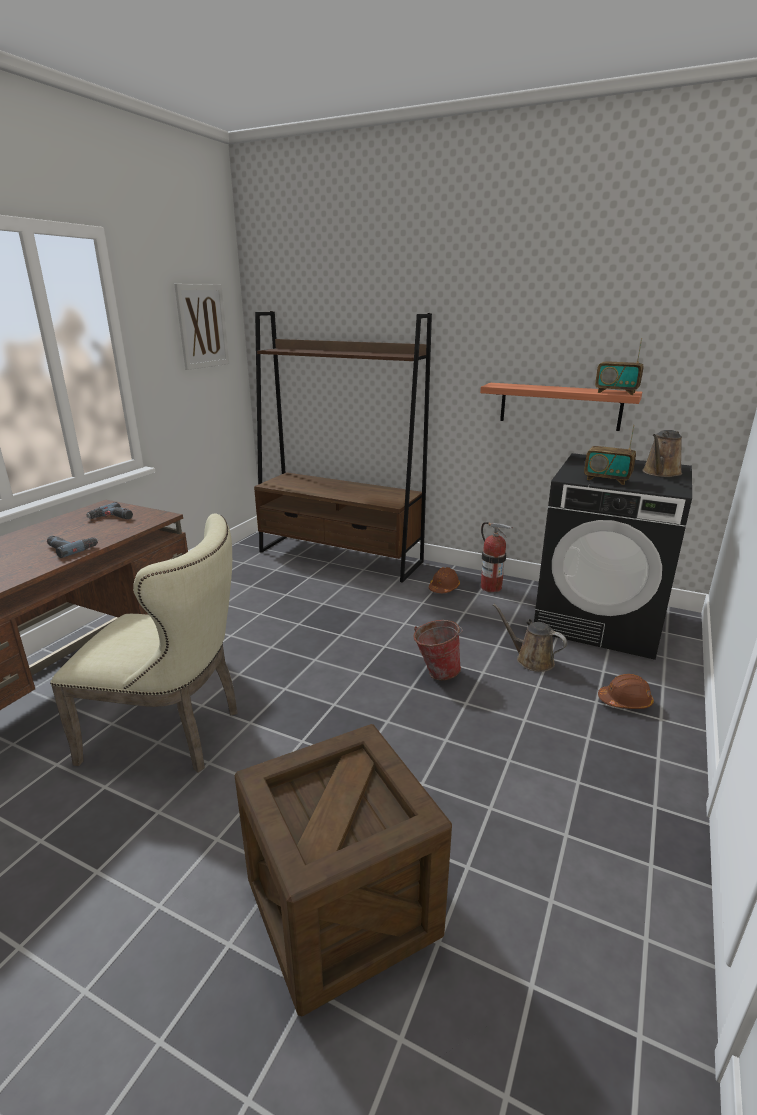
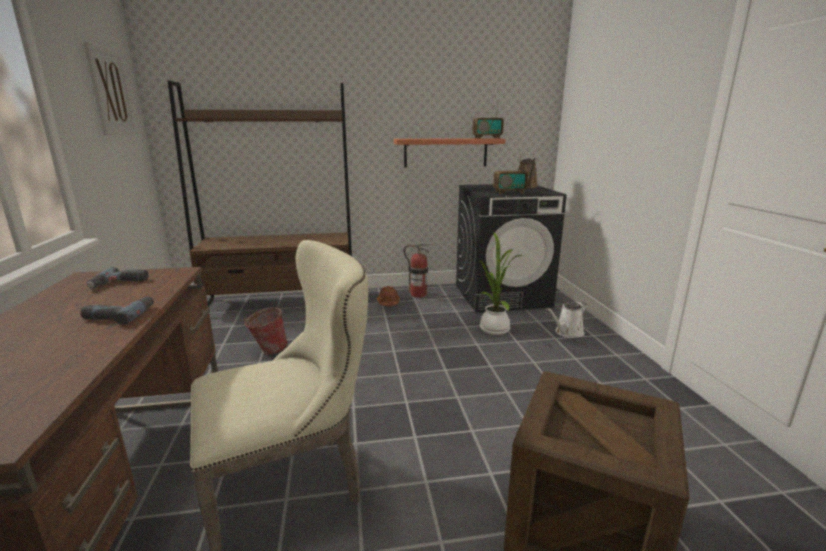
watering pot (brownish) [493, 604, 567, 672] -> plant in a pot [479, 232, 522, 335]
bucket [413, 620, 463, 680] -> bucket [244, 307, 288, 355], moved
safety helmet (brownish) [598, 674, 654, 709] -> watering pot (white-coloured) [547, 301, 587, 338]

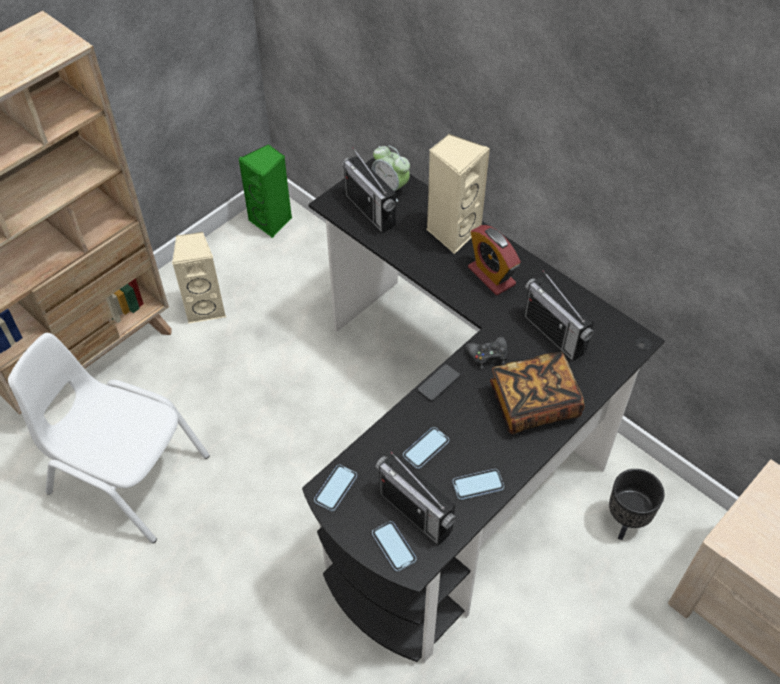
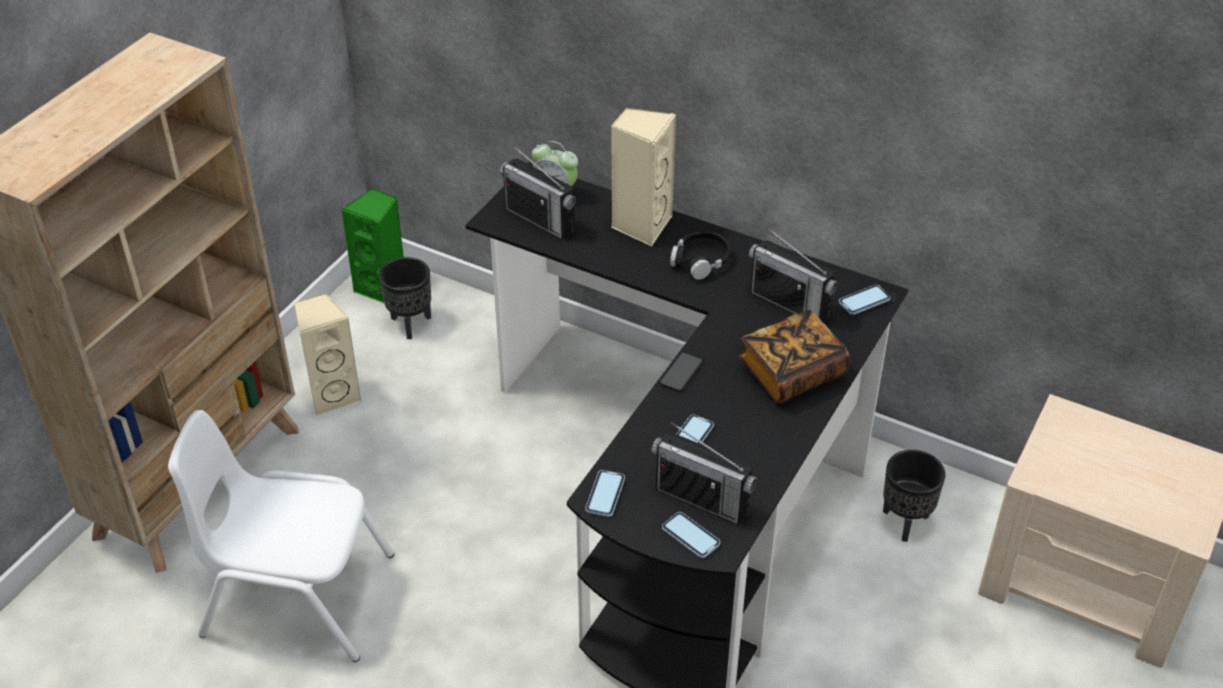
table clock [468, 225, 521, 295] -> headset (black) [670, 231, 732, 280]
joypad (black) [465, 337, 508, 369] -> none
phone [452, 469, 504, 500] -> phone [839, 285, 891, 315], moved
none -> planter (black) [379, 257, 431, 339]

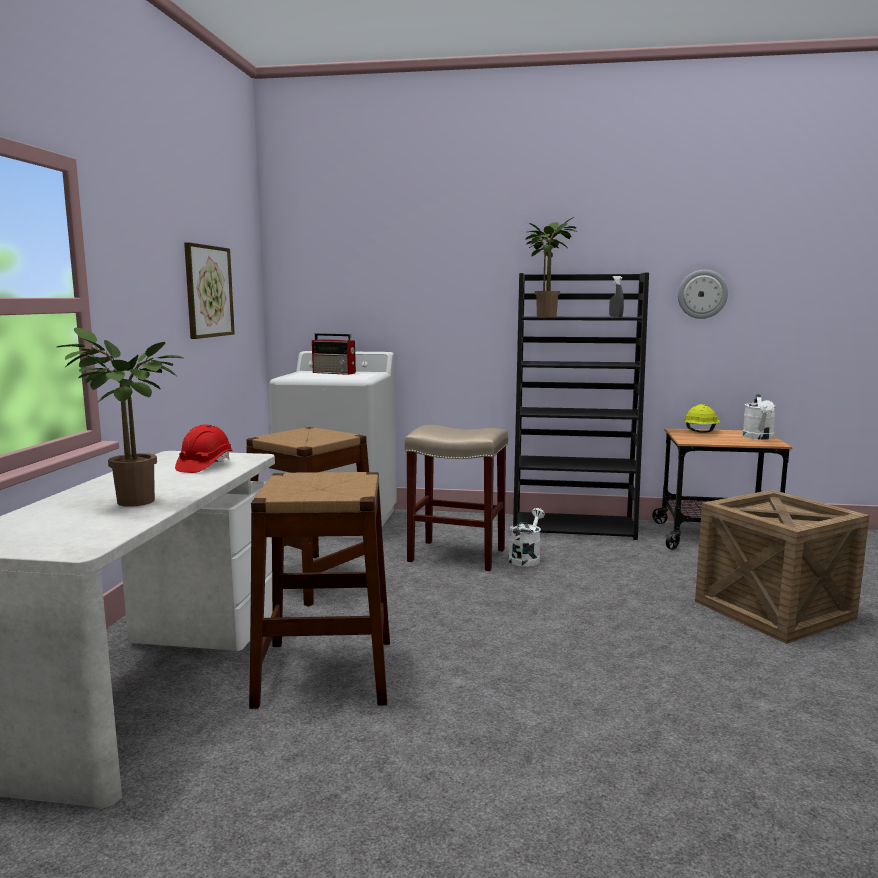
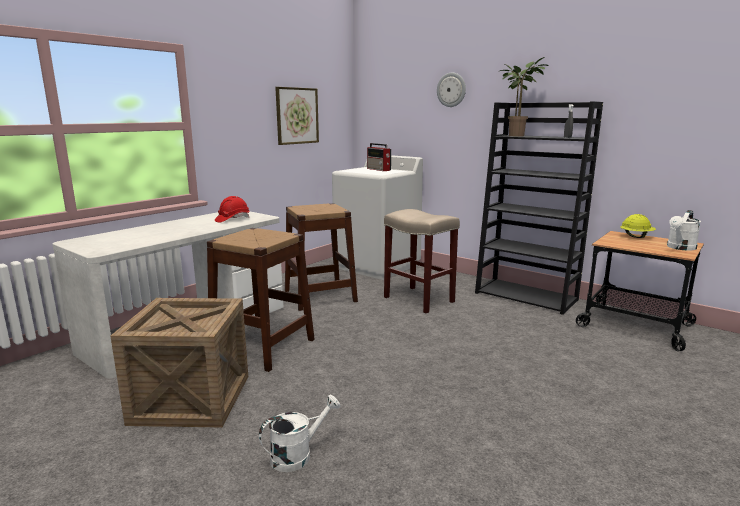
hanging clock [678, 270, 728, 319] -> hanging clock [437, 73, 466, 107], moved
plant in a pot [57, 327, 183, 507] -> none
shipping crate [695, 490, 870, 644] -> shipping crate [110, 298, 248, 427], moved
watering pot (white-coloured) [509, 508, 545, 567] -> watering pot (white-coloured) [259, 395, 340, 472], moved

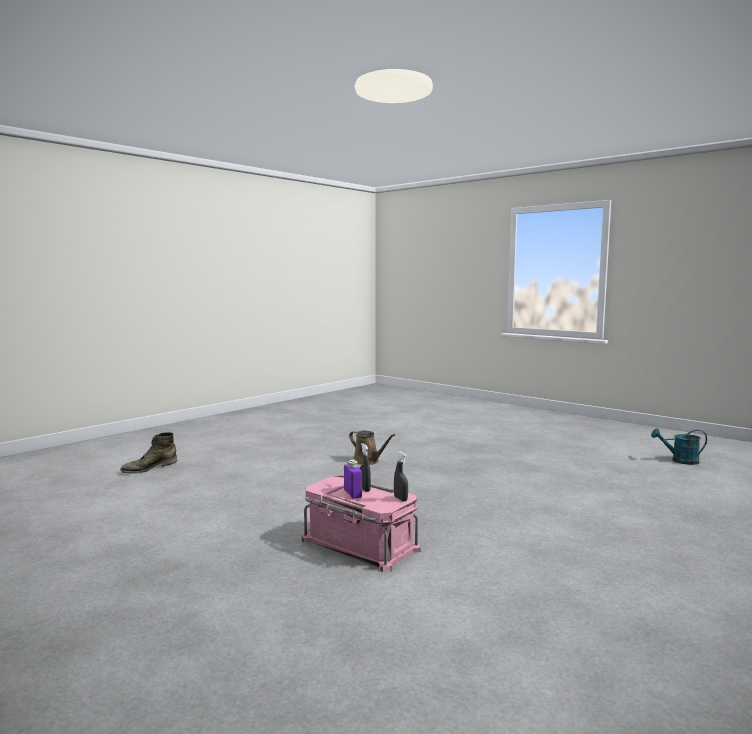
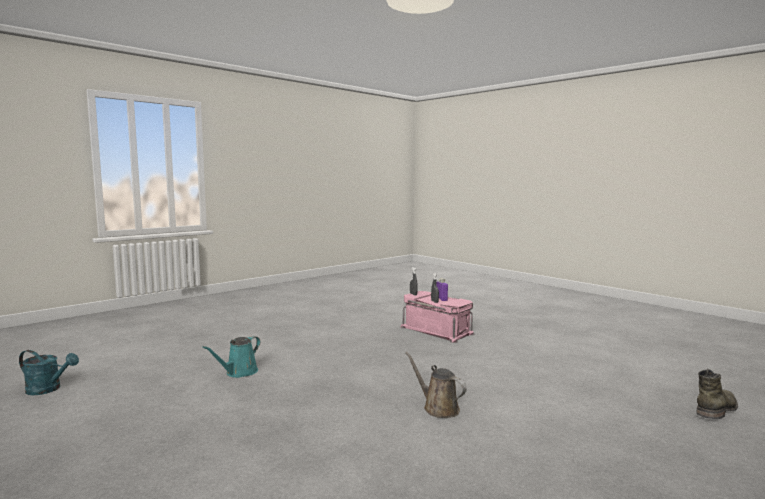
none -> watering pot (blue-green) [202, 336, 260, 378]

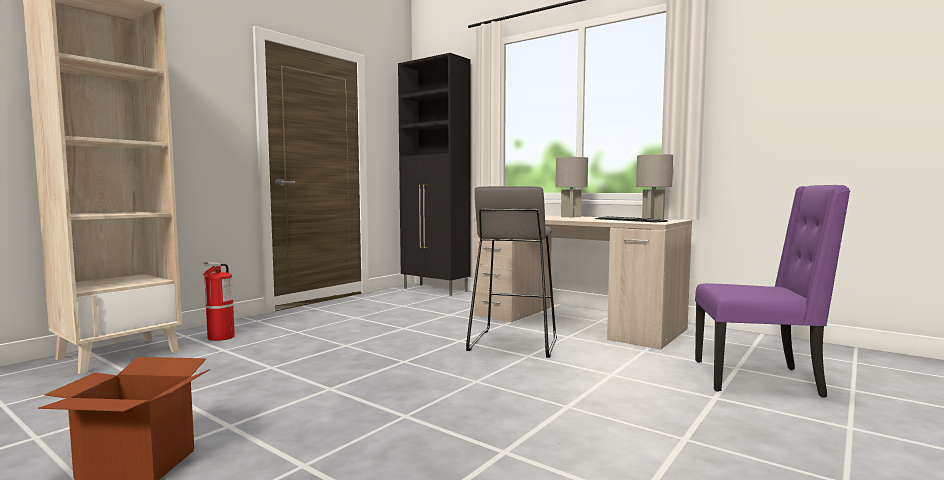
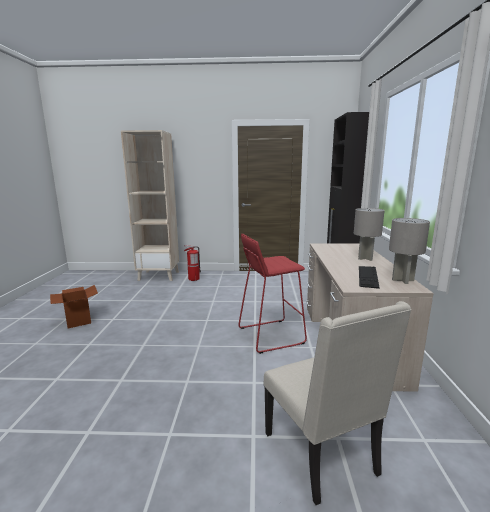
upright chair (purplish) [695, 185, 850, 398] -> upright chair (beige) [264, 301, 412, 505]
sitting stool (greyish) [466, 186, 557, 358] -> sitting stool (red) [238, 234, 307, 354]

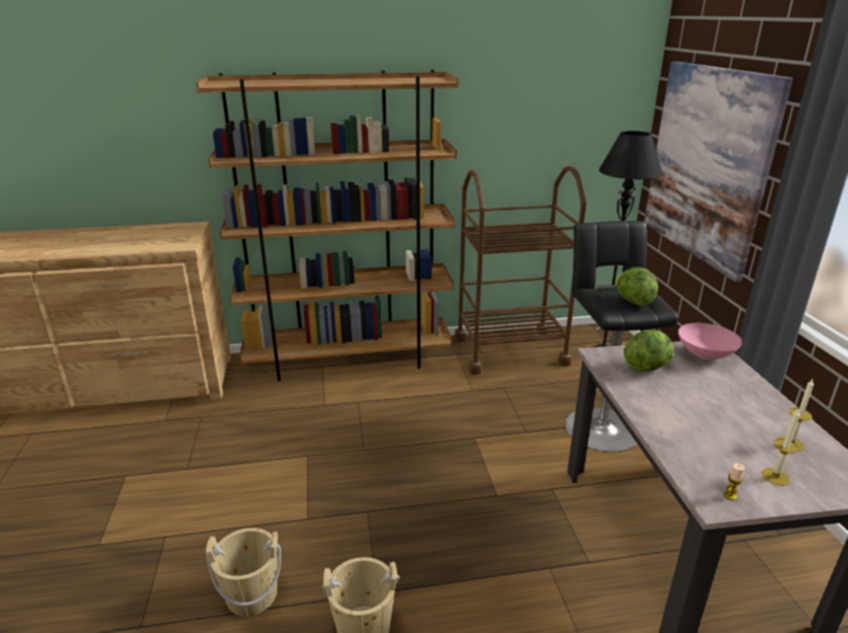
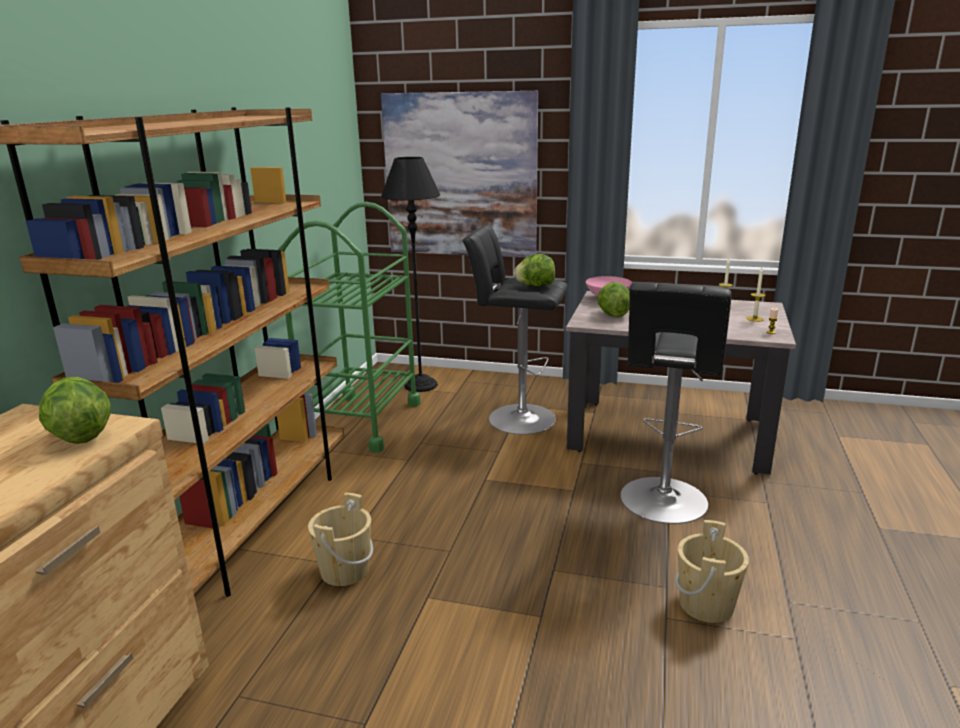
cart (brownish) [454, 166, 586, 375] -> cart (greenish) [278, 202, 420, 453]
bucket (beige) [206, 528, 281, 616] -> bucket (beige) [308, 493, 373, 586], moved
none -> sitting stool (black) [621, 282, 732, 524]
none -> lettuce head [39, 377, 111, 444]

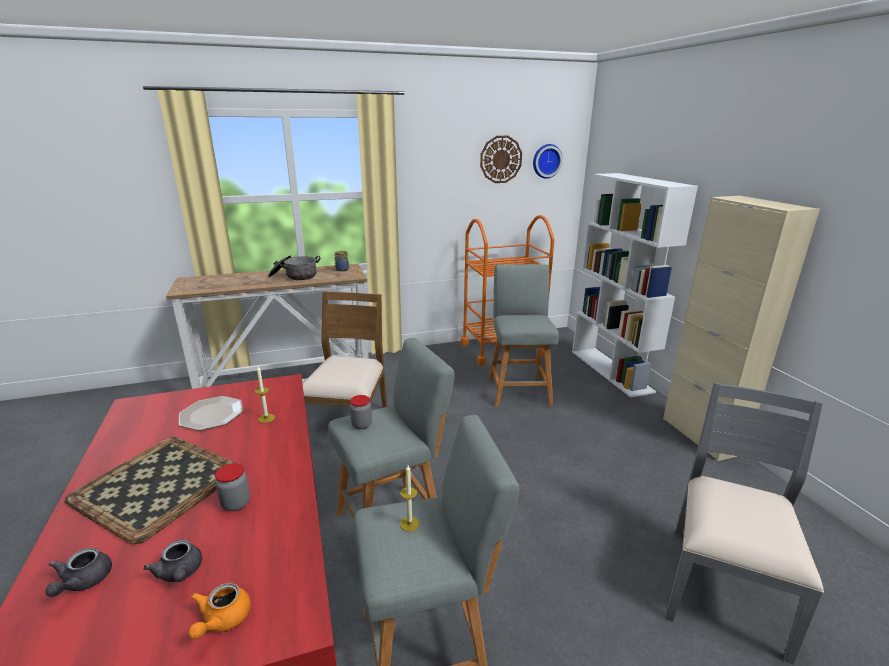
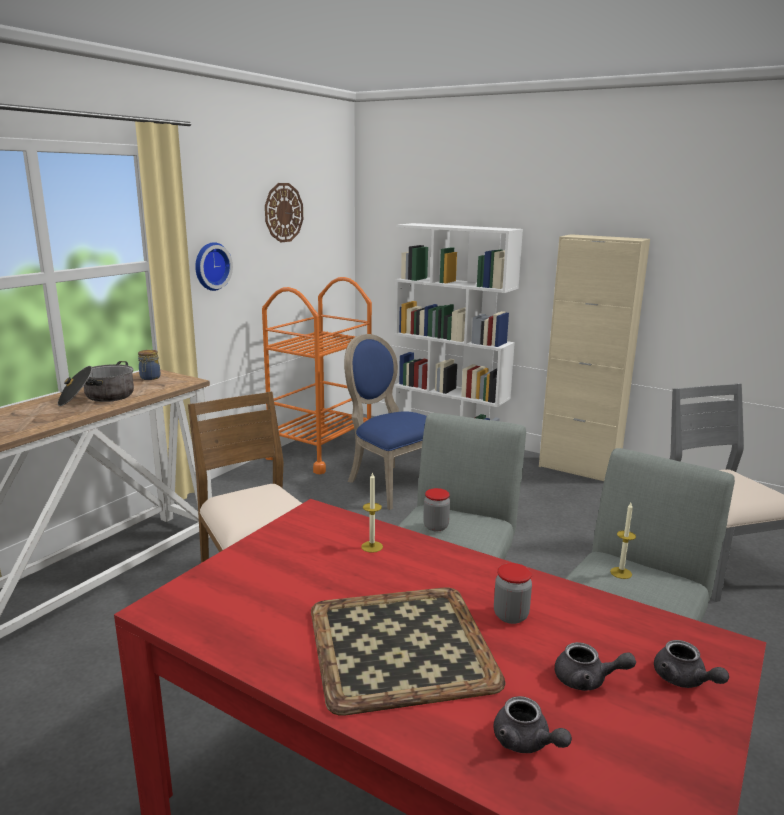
hanging clock [533, 144, 563, 179] -> hanging clock [195, 242, 233, 291], moved
sitting stool (greyish) [489, 264, 559, 407] -> upright chair (blue-coloured) [344, 334, 427, 510]
dinner plate [179, 396, 243, 430] -> none
pot for tea (orange-coloured) [188, 583, 251, 639] -> pot for tea (greyish) [654, 640, 729, 688]

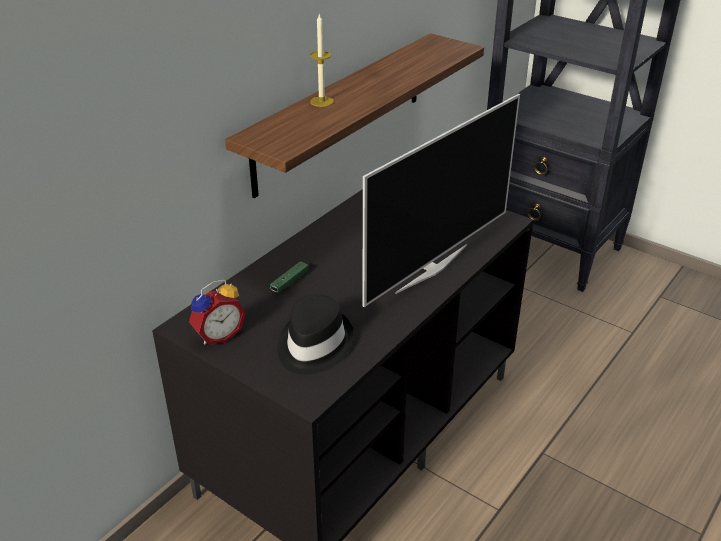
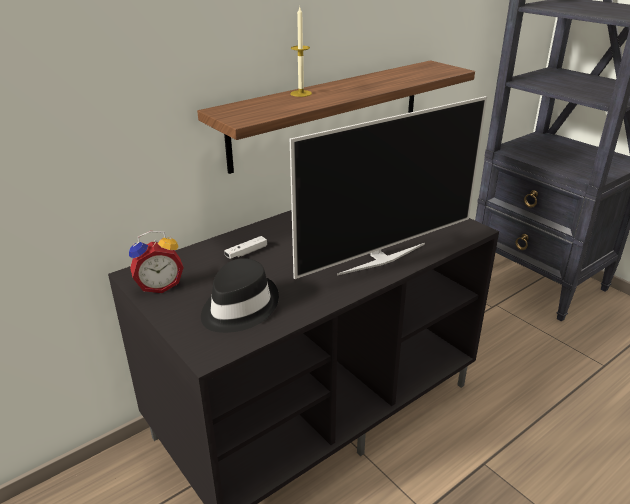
joypad (greenish) [270, 261, 309, 293] -> joypad (white-coloured) [225, 236, 267, 259]

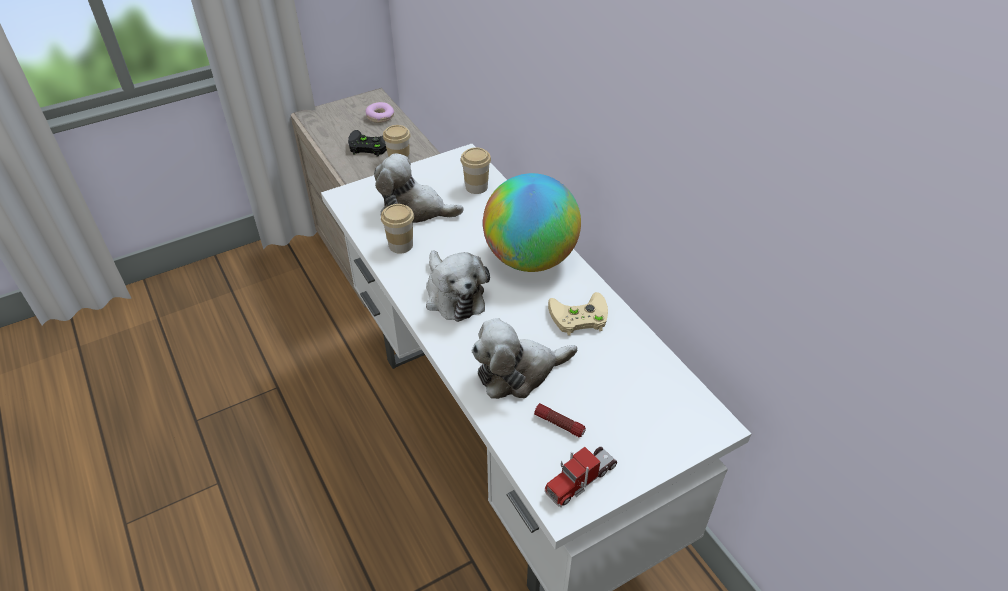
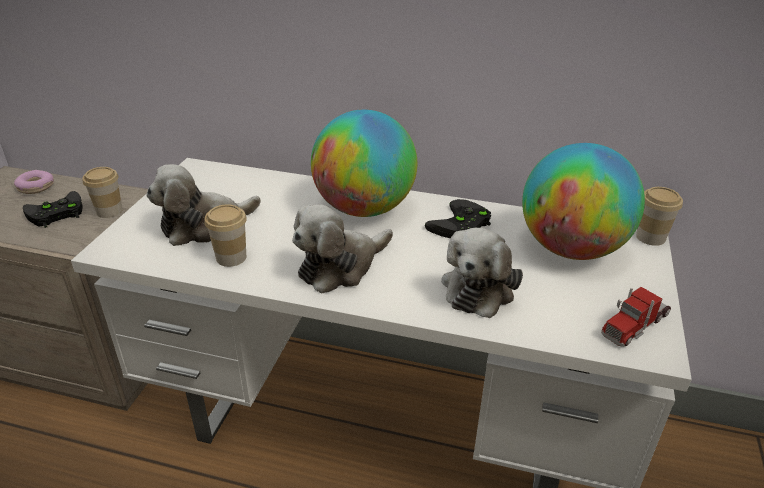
cup [461, 147, 491, 194] -> cup [636, 187, 683, 246], moved
soft toy [426, 250, 490, 322] -> soft toy [292, 204, 393, 294], 120 degrees clockwise
joypad (beige) [548, 292, 608, 336] -> joypad (black) [425, 199, 491, 238]
hand torch [534, 403, 586, 437] -> none
model truck [545, 447, 617, 507] -> model truck [601, 287, 671, 347], 45 degrees clockwise
none -> world globe [522, 143, 645, 260]

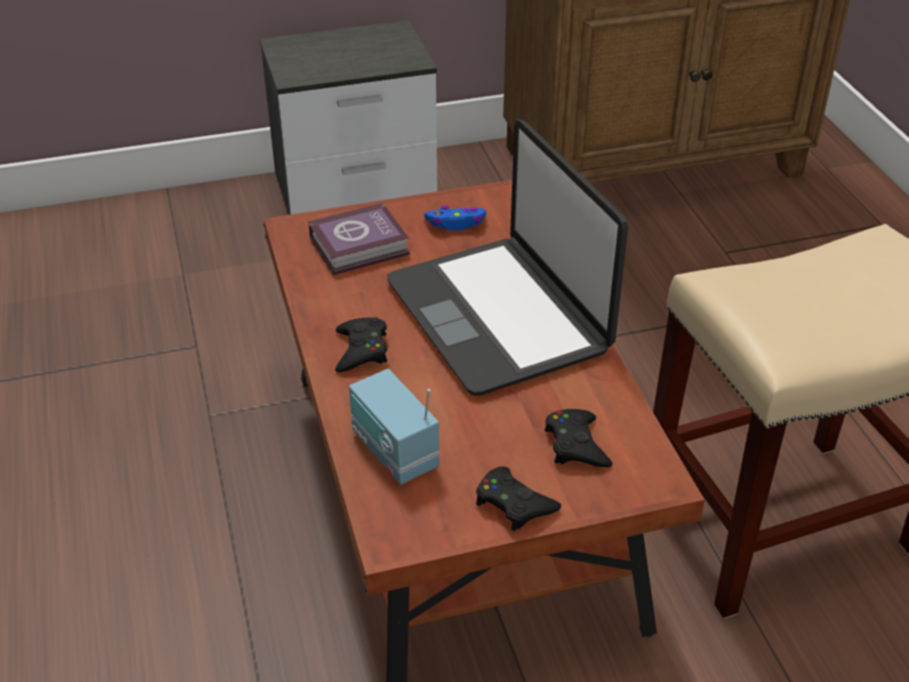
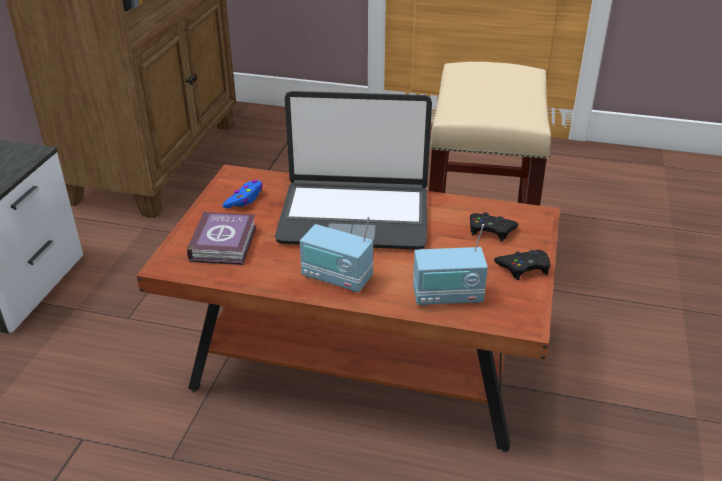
joypad (black) [335, 317, 387, 372] -> radio receiver [300, 216, 373, 292]

